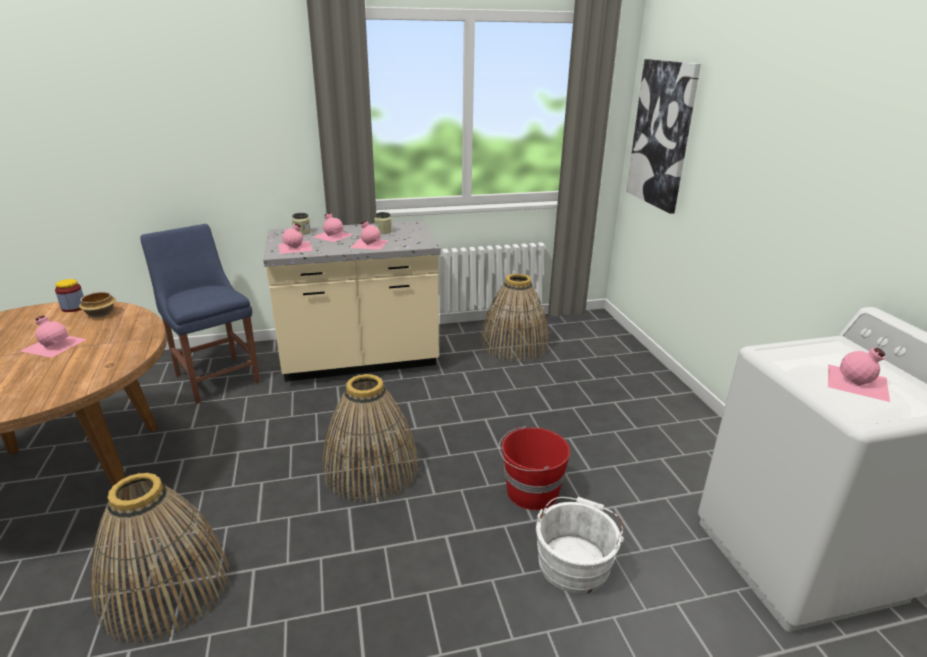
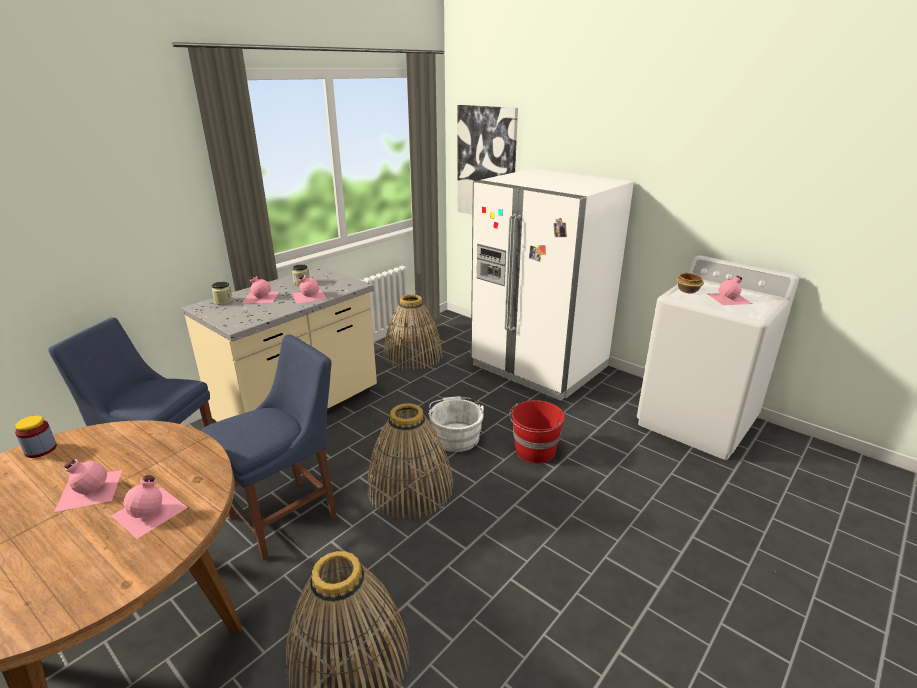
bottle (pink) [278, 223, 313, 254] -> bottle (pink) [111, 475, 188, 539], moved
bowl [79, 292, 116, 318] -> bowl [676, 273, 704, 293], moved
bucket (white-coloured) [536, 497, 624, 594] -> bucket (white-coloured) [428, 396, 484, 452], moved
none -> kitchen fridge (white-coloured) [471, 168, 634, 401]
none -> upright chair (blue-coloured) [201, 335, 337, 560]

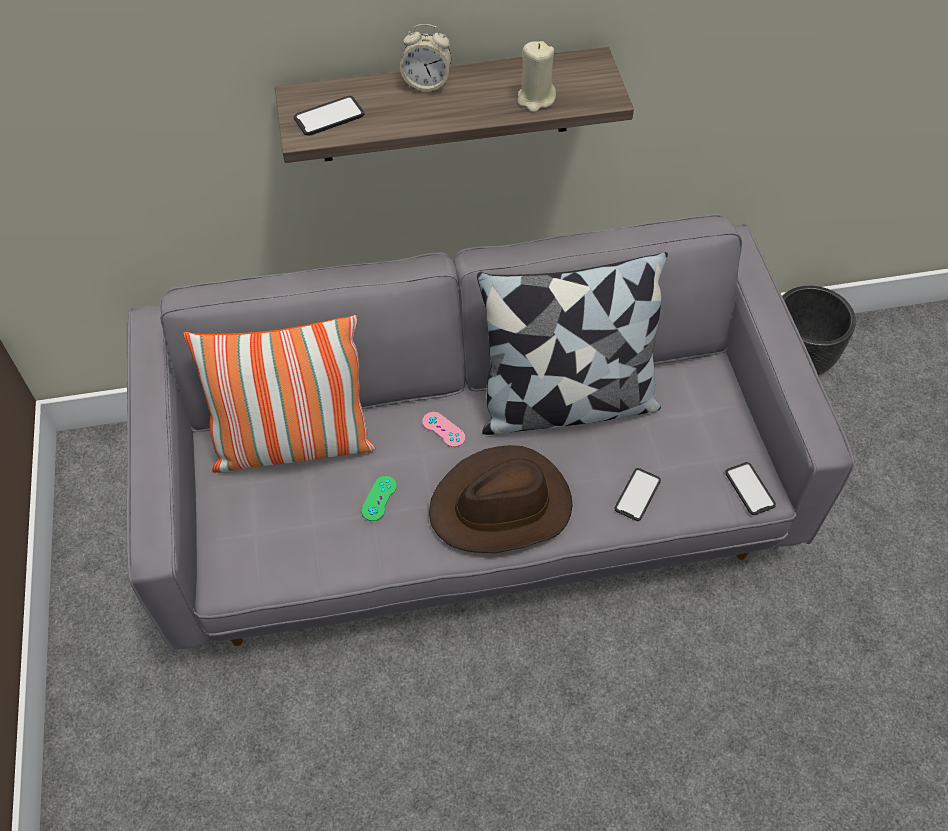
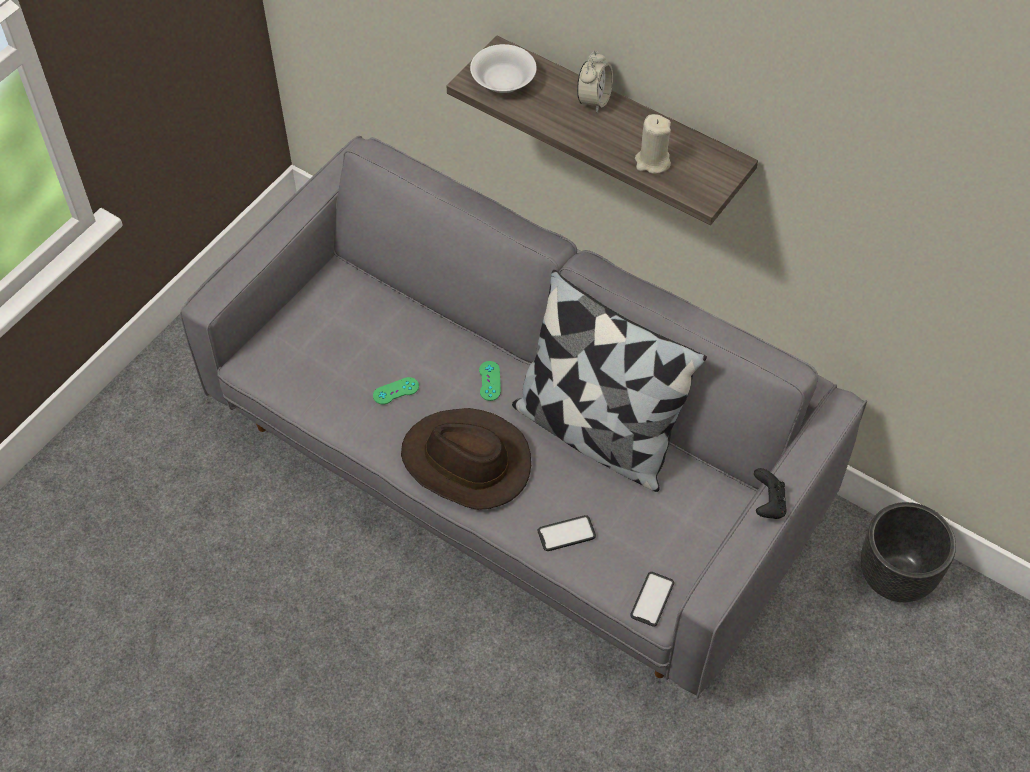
table clock [400, 24, 451, 91] -> table clock [577, 51, 613, 112], 120 degrees counterclockwise
phone [294, 96, 365, 135] -> bowl (white-coloured) [470, 44, 537, 93]
throw pillow [183, 315, 376, 473] -> none
joypad (pink) [422, 412, 465, 447] -> joypad (greenish) [479, 361, 501, 401]
none -> joypad (black) [754, 468, 787, 519]

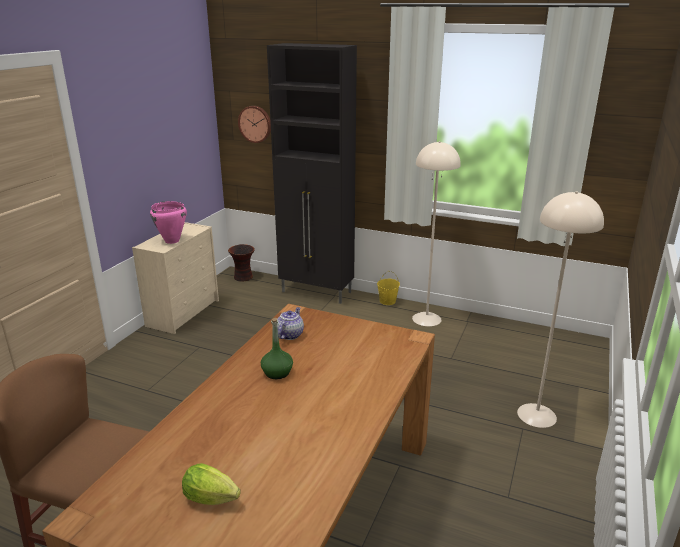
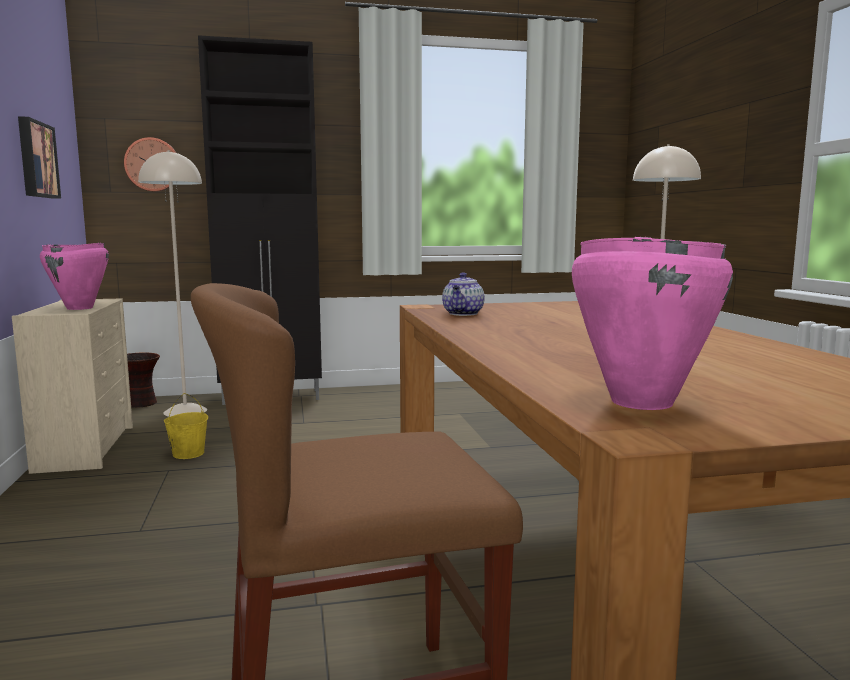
standing lamp (beige) [412, 141, 461, 326] -> standing lamp (beige) [138, 150, 207, 417], moved
bucket (yellow-coloured) [377, 271, 400, 305] -> bucket (yellow-coloured) [164, 393, 208, 459], moved
pot for tea [277, 307, 304, 340] -> pot for tea [442, 273, 485, 316], 150 degrees counterclockwise
bottle (greenish) [261, 318, 293, 379] -> none
lettuce head [182, 463, 241, 505] -> none
none -> picture [18, 116, 61, 198]
none -> saucepot (pink) [572, 237, 733, 410]

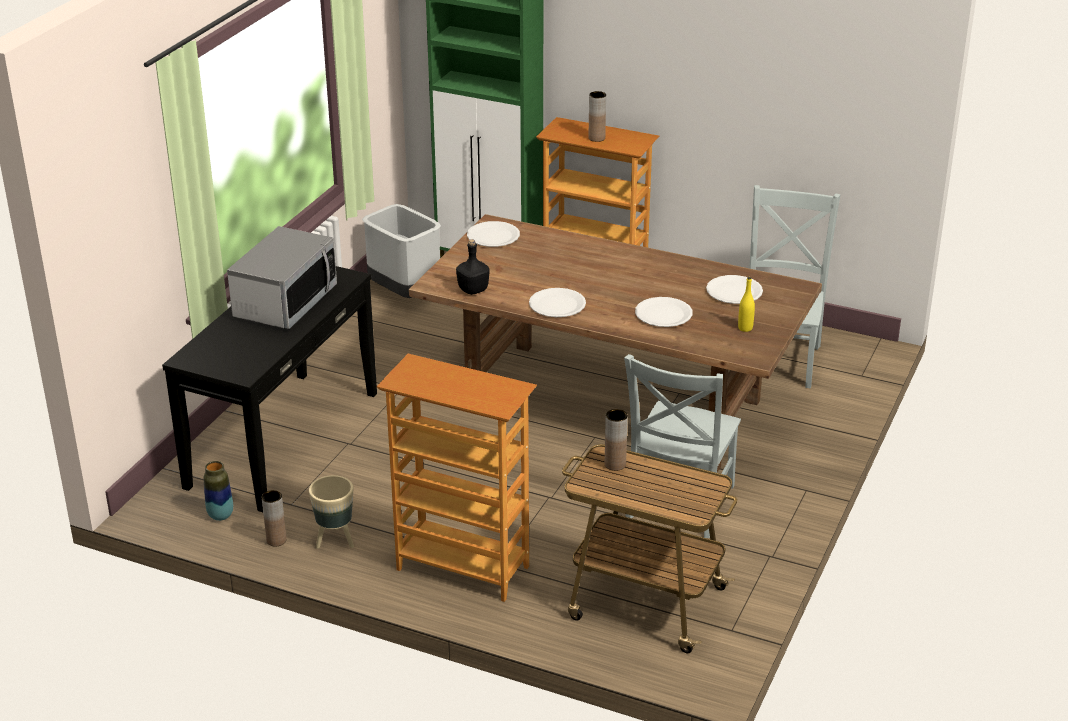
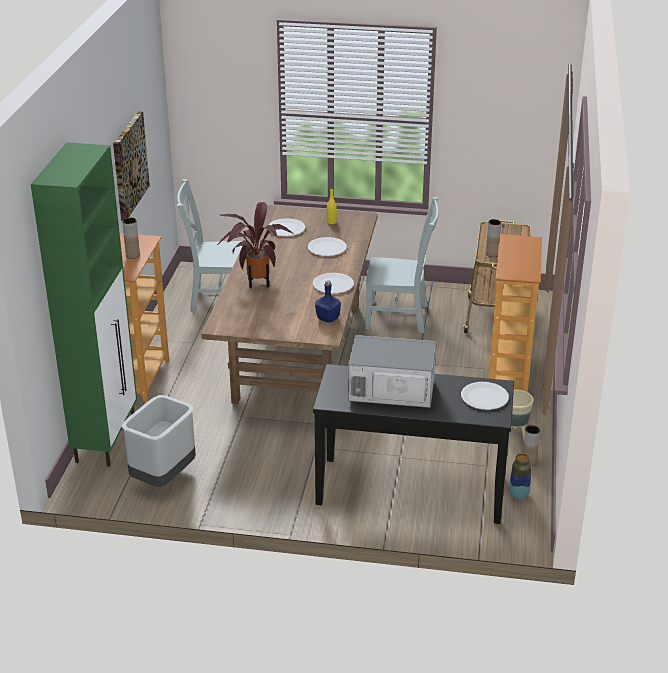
dinner plate (white-coloured) [467, 221, 520, 247] -> dinner plate (white-coloured) [461, 382, 509, 410], moved
bottle (black) [456, 239, 490, 295] -> bottle (blue-coloured) [315, 280, 341, 323]
none -> picture [113, 111, 150, 221]
none -> plant in a pot [217, 202, 293, 289]

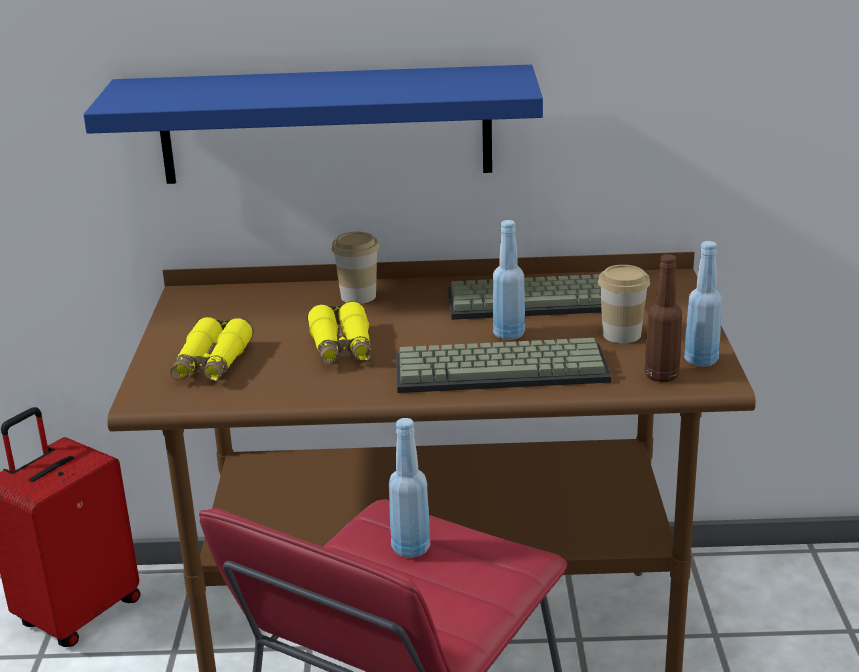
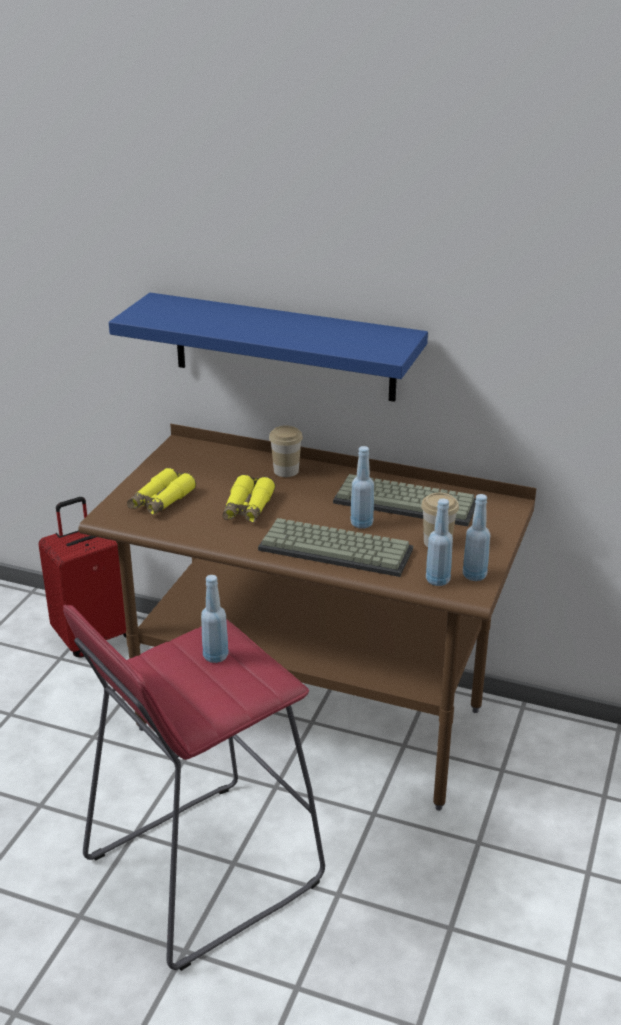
bottle (brownish) [645, 254, 682, 382] -> bottle (blue-coloured) [426, 499, 453, 586]

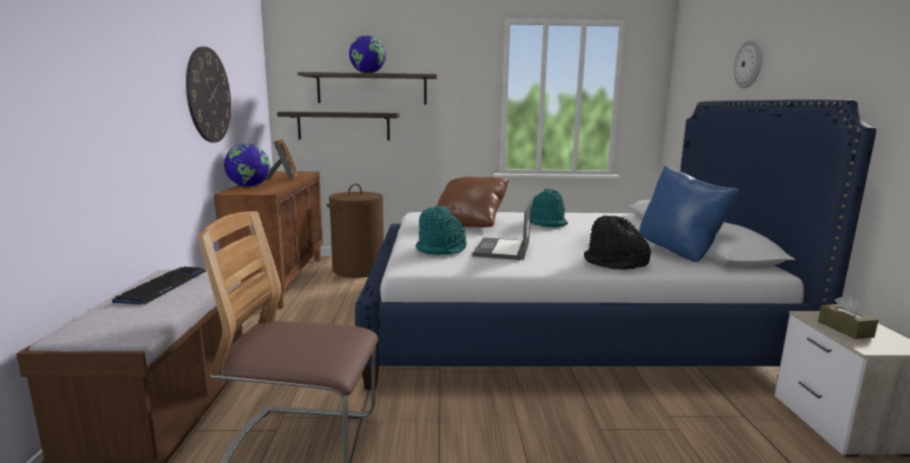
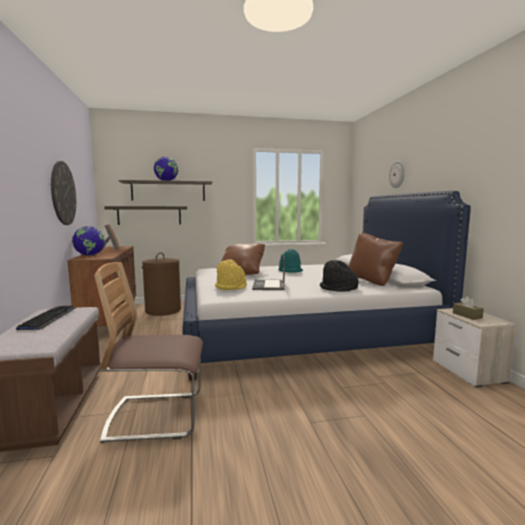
throw pillow (blue-coloured) [639, 165, 739, 262] -> throw pillow (brownish) [348, 231, 403, 286]
hat (blue-green) [416, 206, 467, 255] -> hat (yellow-coloured) [215, 259, 247, 290]

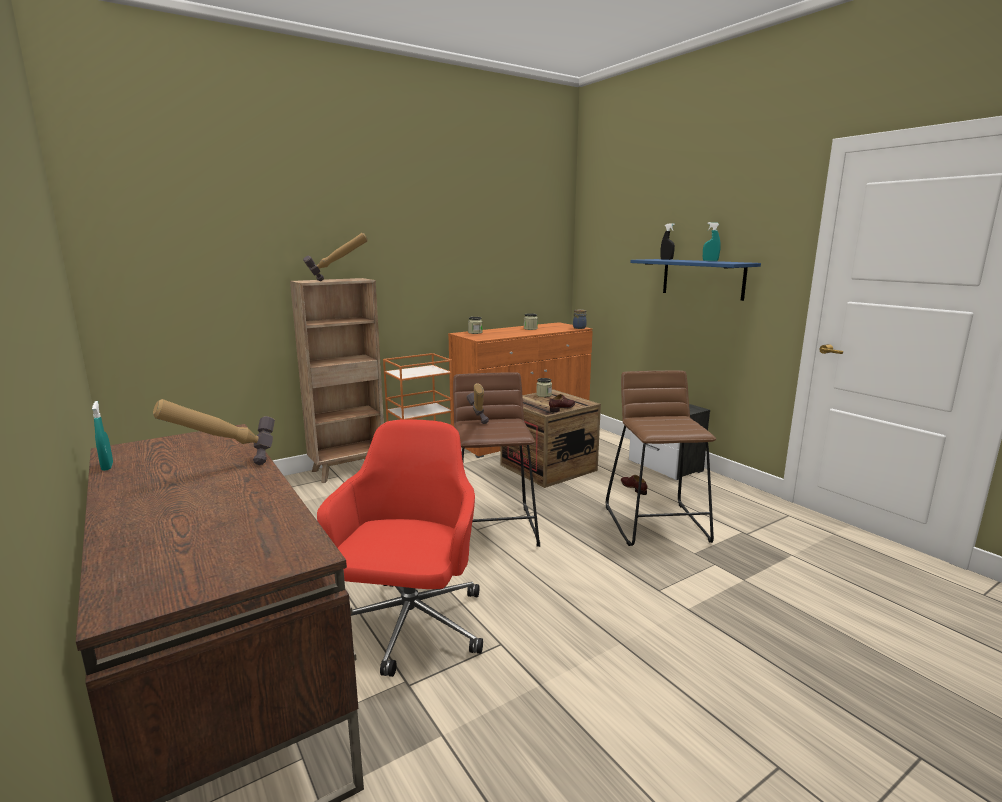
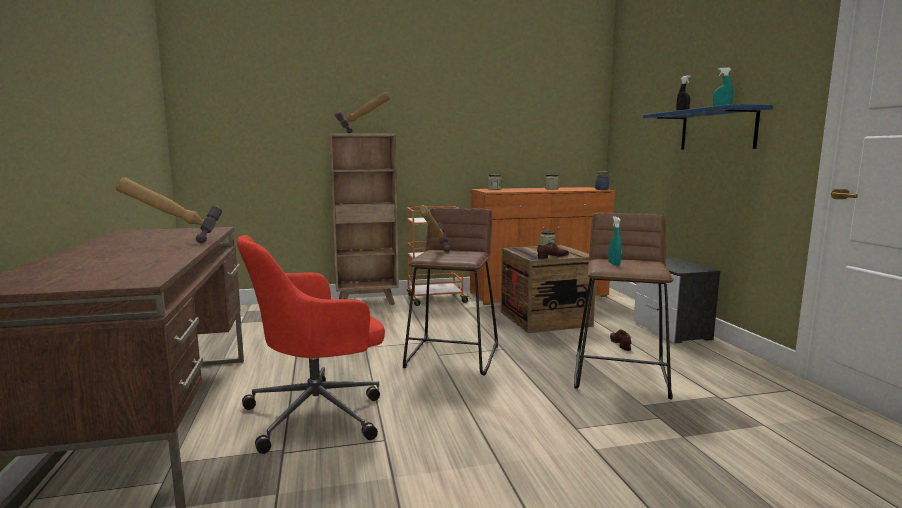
sprayer (blue-green) [92, 401, 113, 471] -> sprayer (blue-green) [608, 216, 622, 266], moved
desk chair (red) [317, 419, 483, 677] -> desk chair (red) [237, 235, 385, 454], 150 degrees counterclockwise

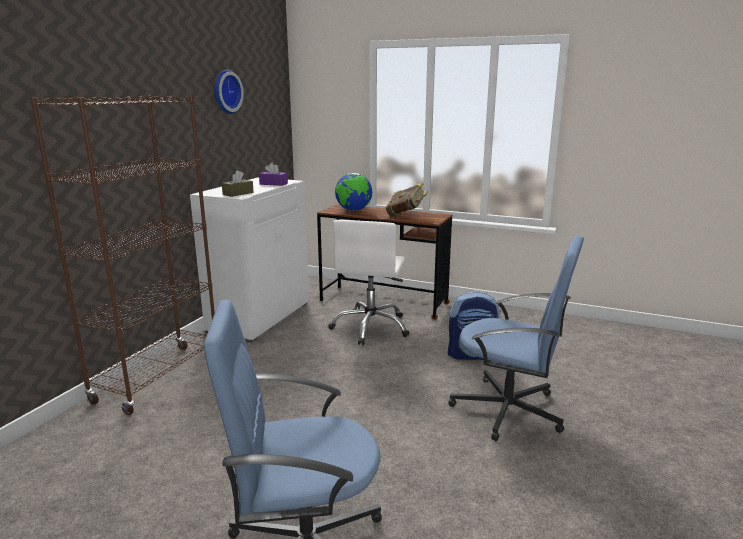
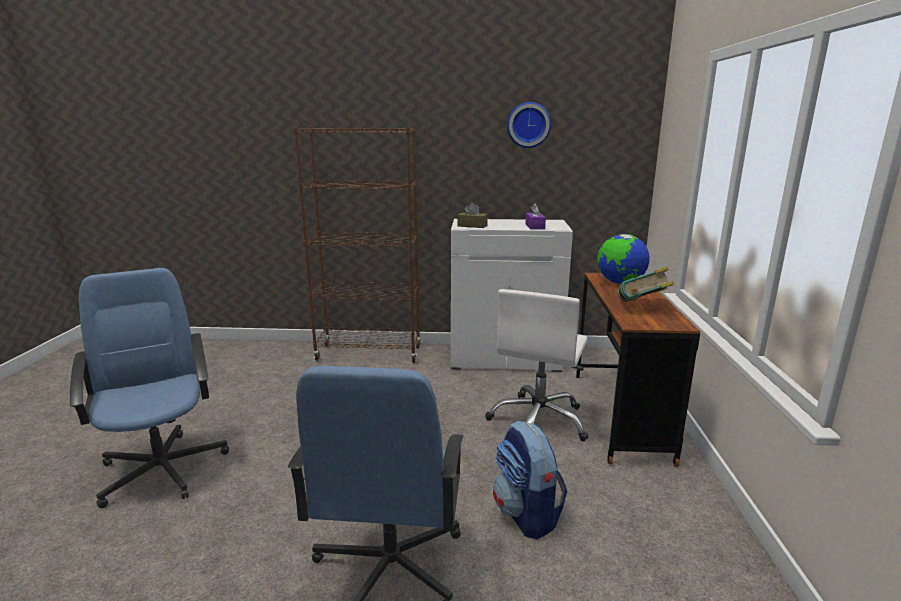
desk chair (white-coloured) [328, 220, 409, 345] -> desk chair (white-coloured) [485, 289, 589, 441], 60 degrees counterclockwise

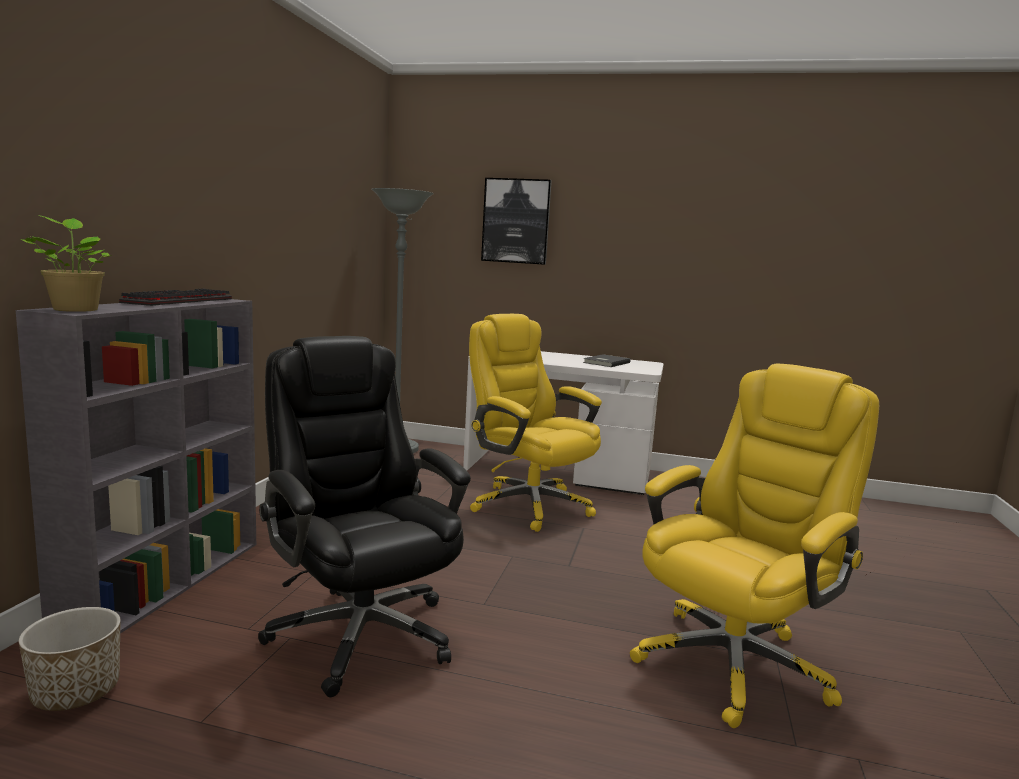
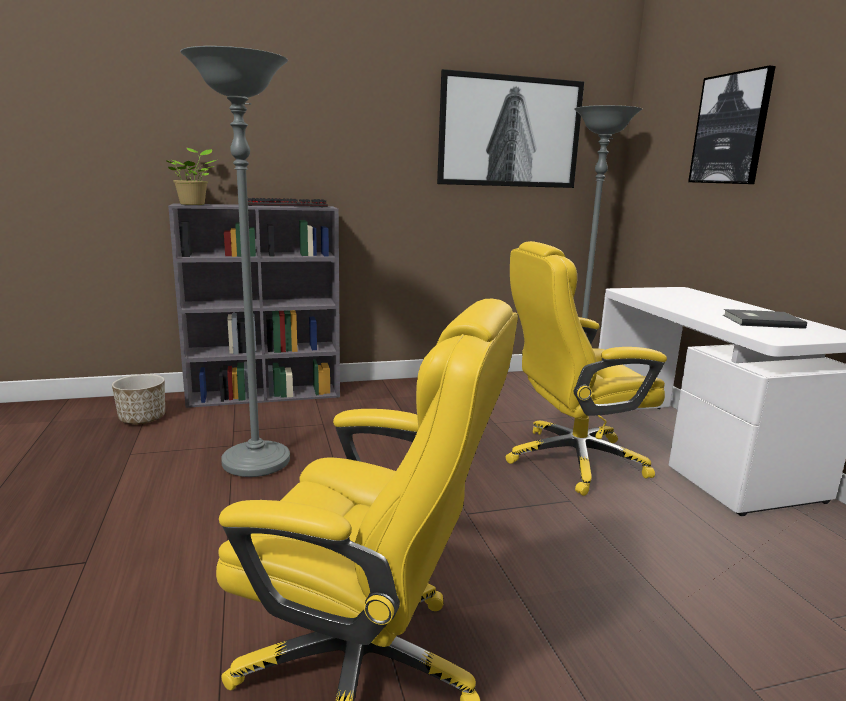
desk chair (yellow-coloured) [469, 314, 602, 532] -> desk chair (yellow-coloured) [505, 241, 667, 496], 120 degrees counterclockwise
desk chair (black) [258, 336, 471, 697] -> standing lamp (greyish) [180, 46, 290, 477]
none -> picture [437, 69, 584, 188]

